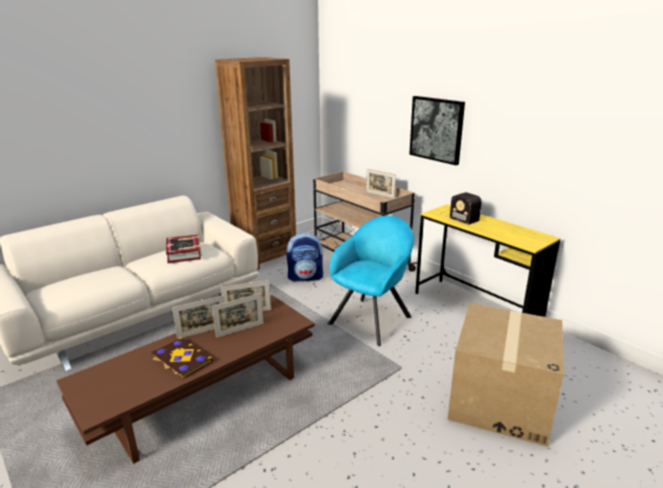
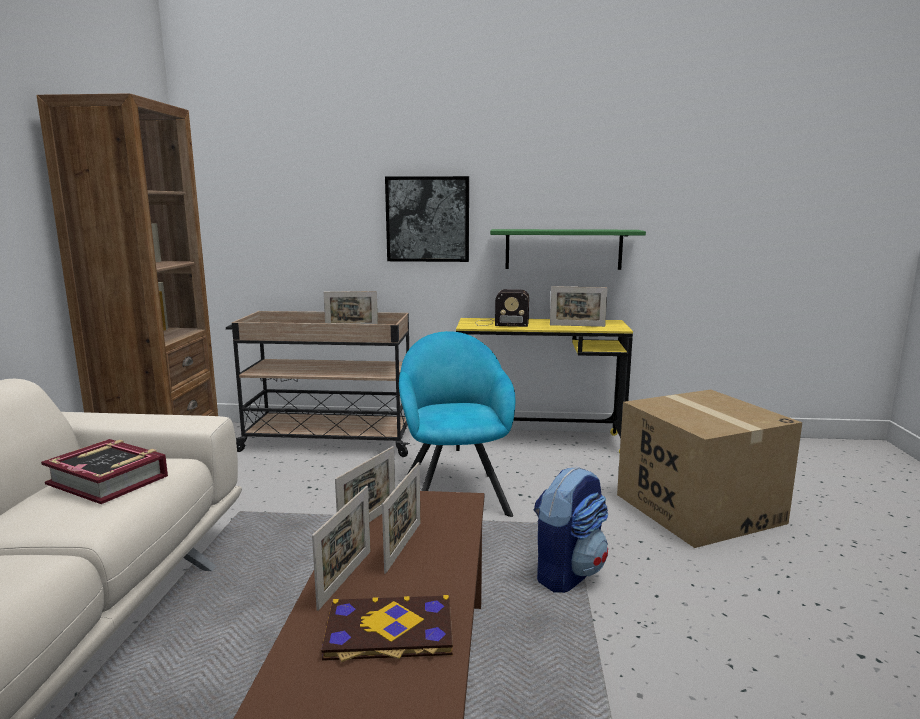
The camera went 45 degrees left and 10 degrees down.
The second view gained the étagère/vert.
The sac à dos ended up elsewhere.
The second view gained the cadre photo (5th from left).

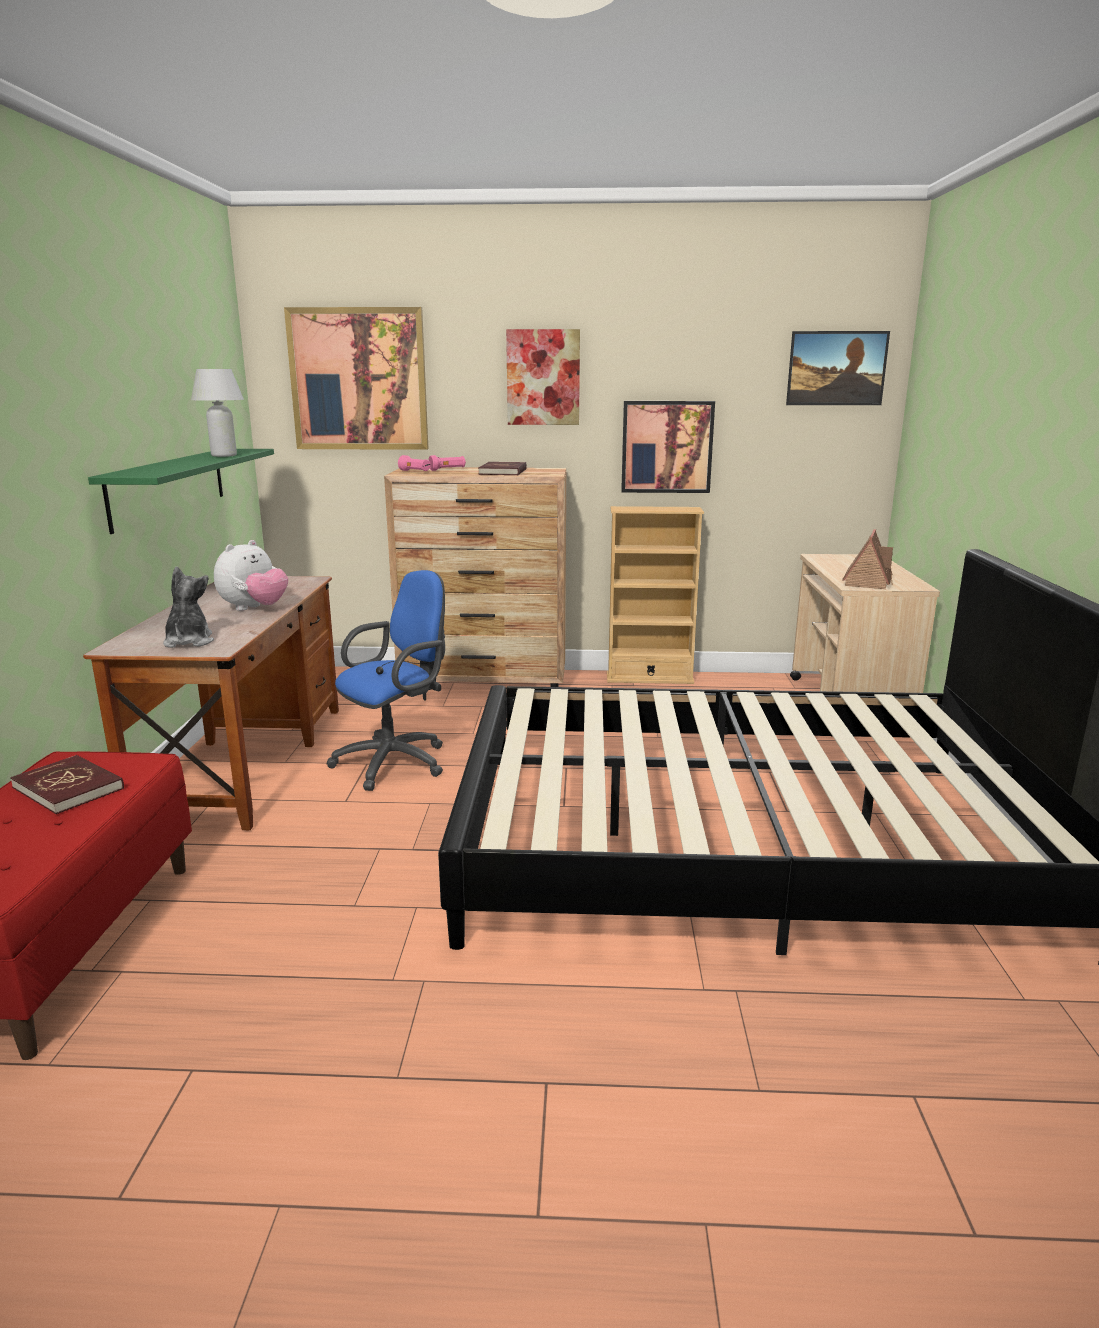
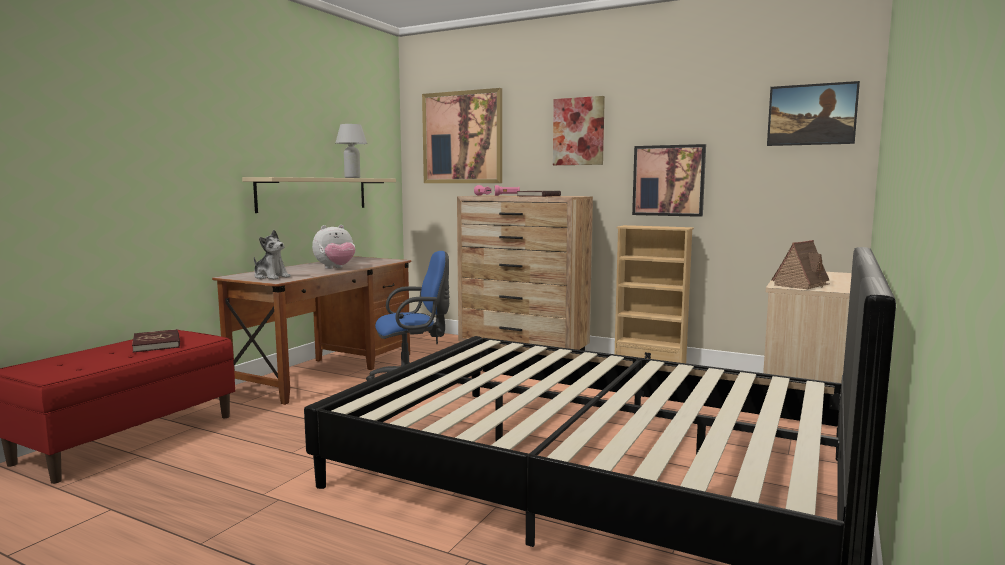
The camera went 25 degrees right and 10 degrees down.
What was the étagère/vert turned into the étagère/beige.
The peluche (1st from left) ended up facing another way, 105 degrees clockwise from before.

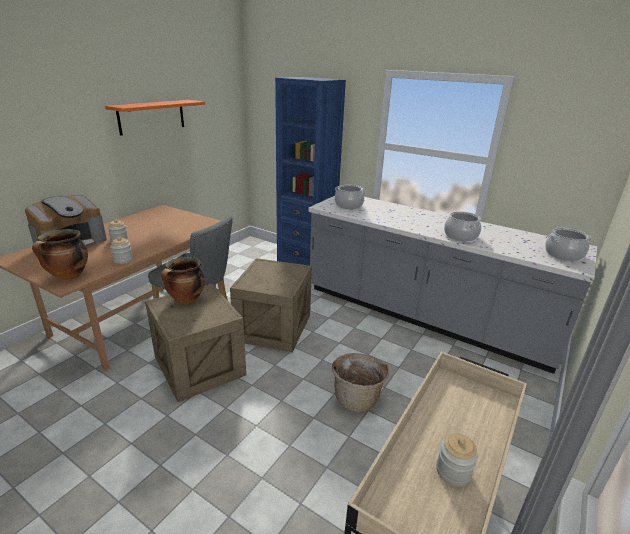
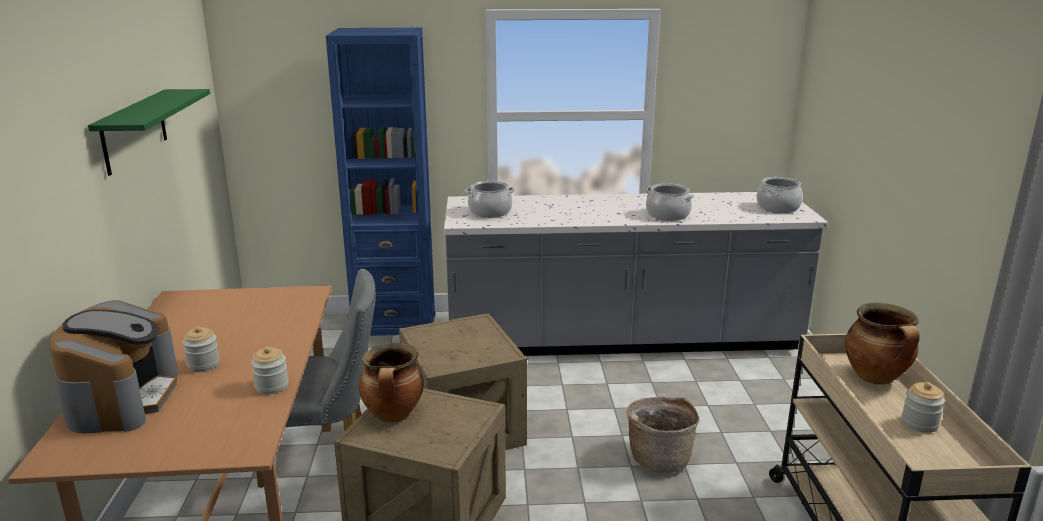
The camera went 35 degrees left and 5 degrees down.
What was the étagère/orange turned into the étagère/vert.
The marmite (1st from left in the first image) ended up elsewhere.

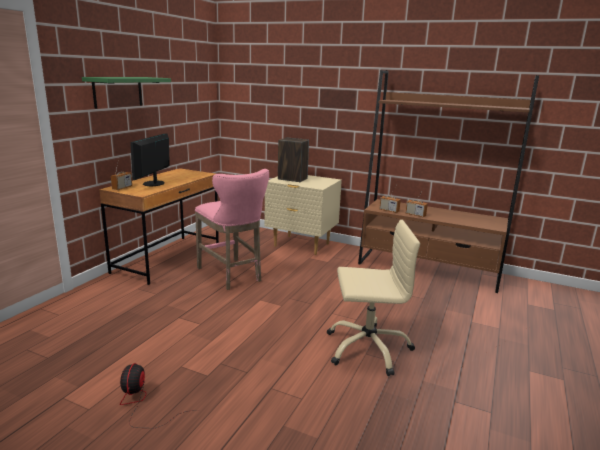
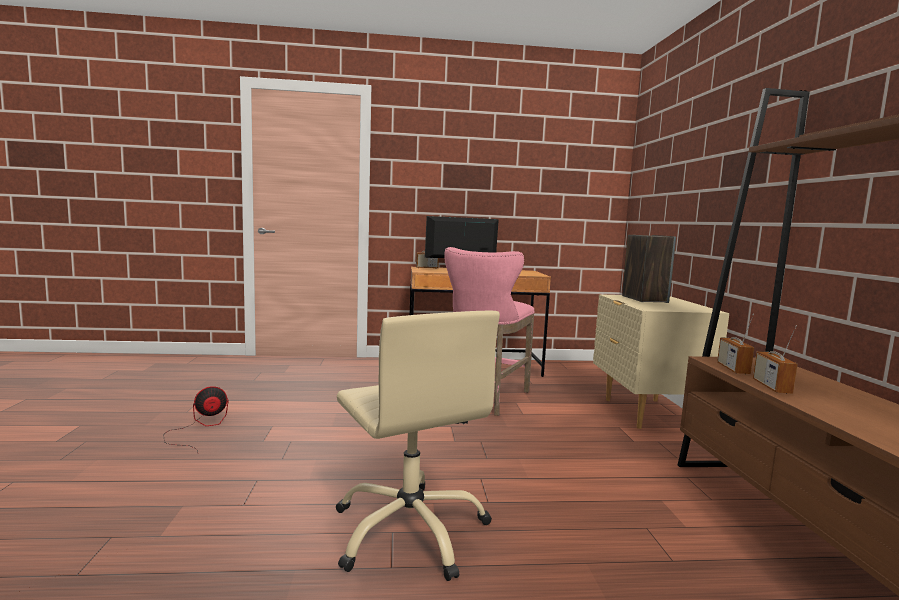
The camera went 60 degrees right and 10 degrees down.
The second view lost the étagère/vert.

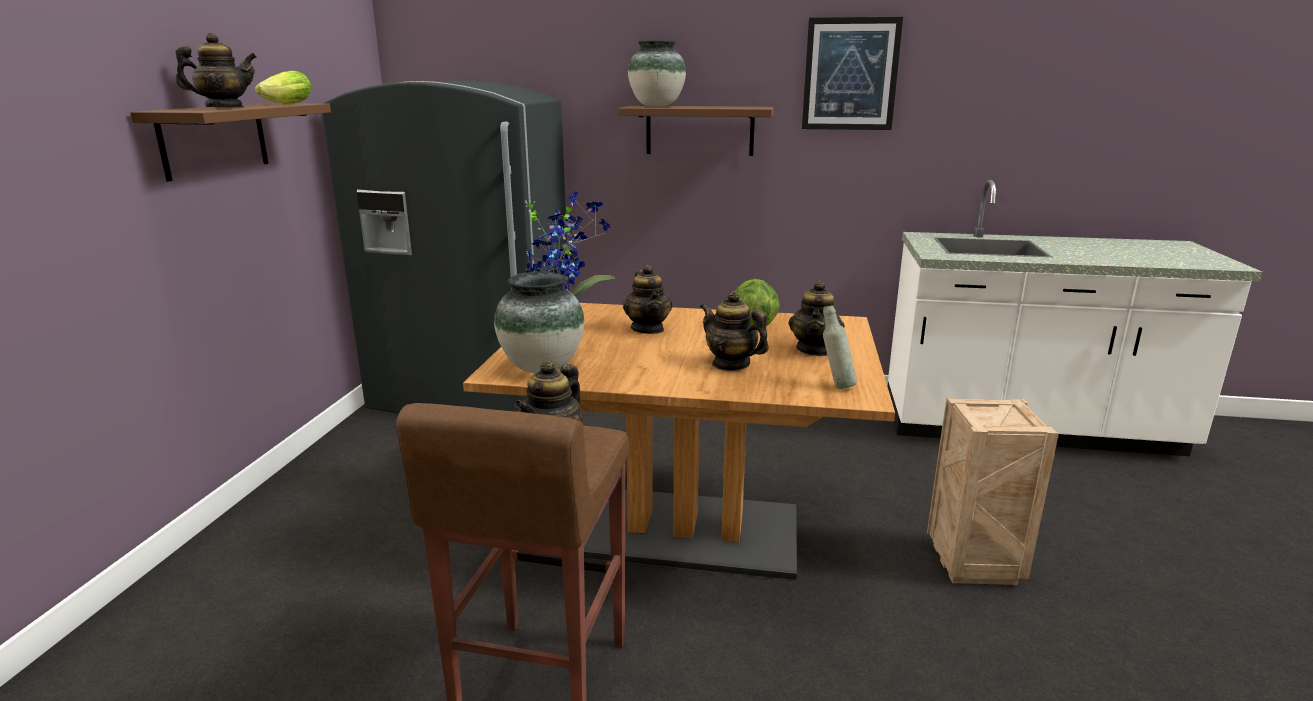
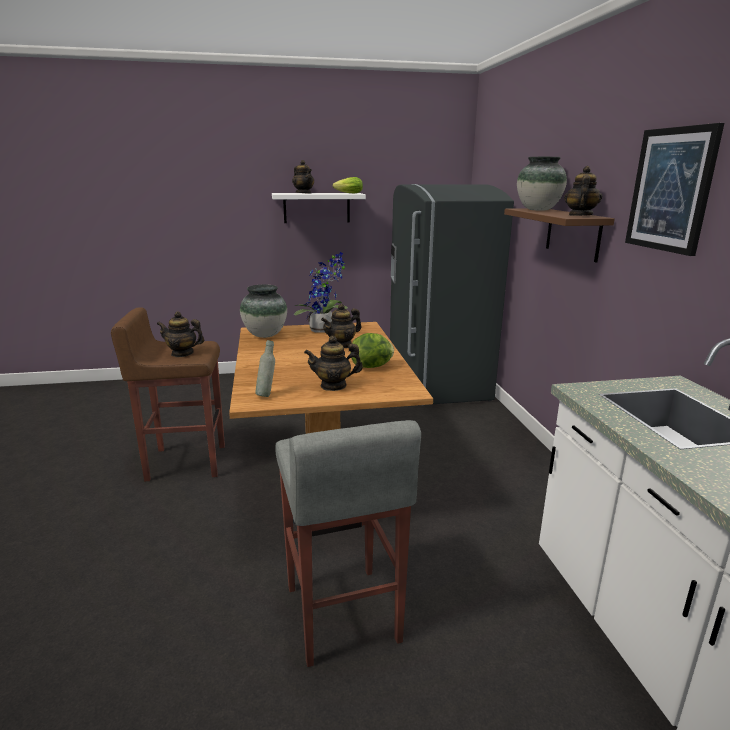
The camera went 70 degrees right and 0 degrees up.
What was the étagère/marron (1st from left) turned into the étagère/blanc.
Where the caisse stood, the tabouret/gris came to stand.
The théière (4th from left in the first image) ended up elsewhere.

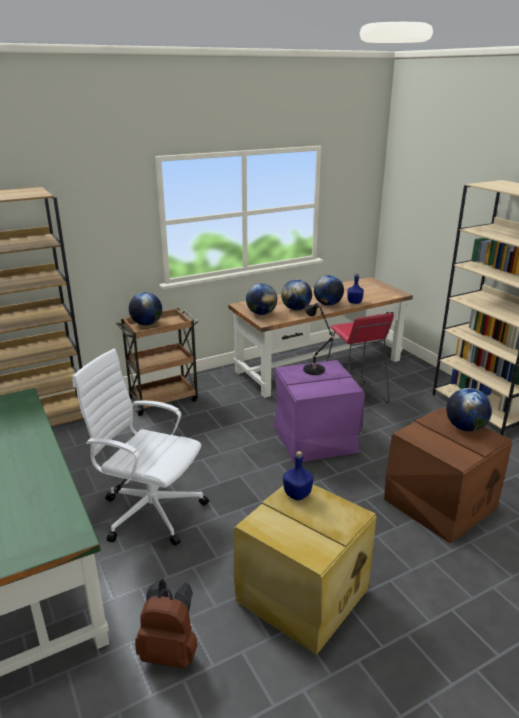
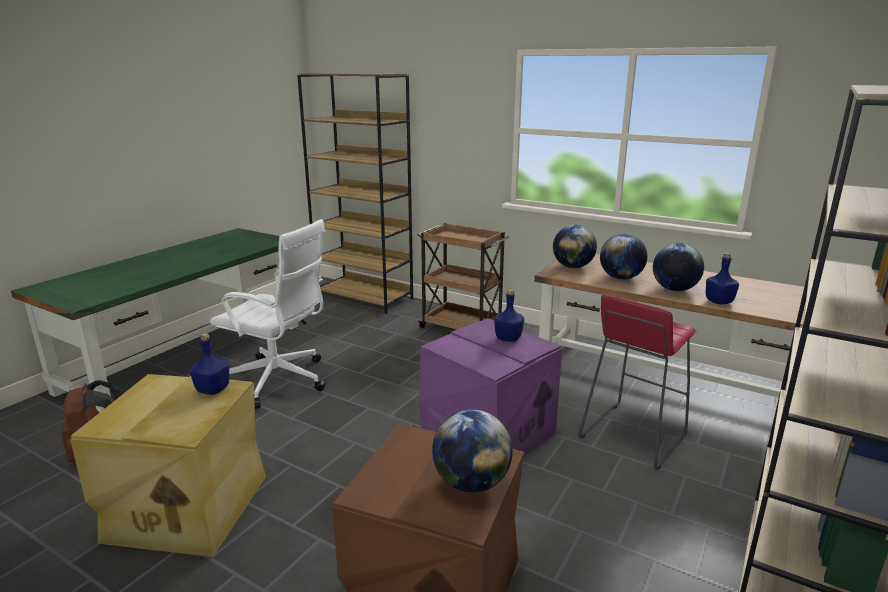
The camera went 60 degrees right and 5 degrees down.
The chaise de bureau/blanc ended up facing another way, 120 degrees clockwise from before.
Where the lampe de table/noir stood, the bouteille/bleu (2nd from left) came to stand.
The second view lost the globe (1st from left).

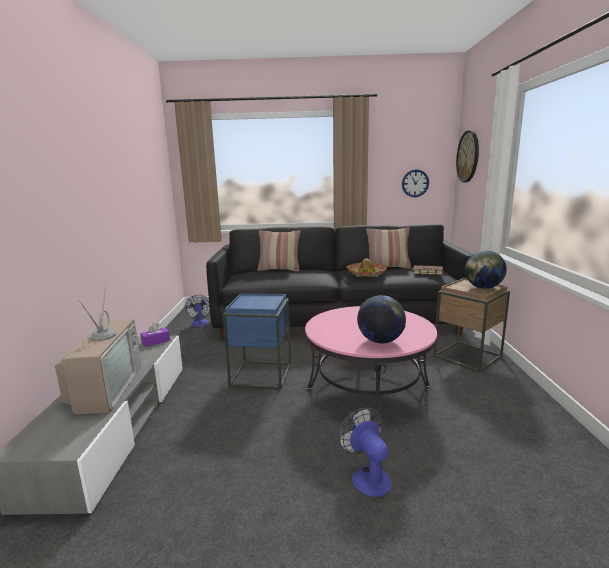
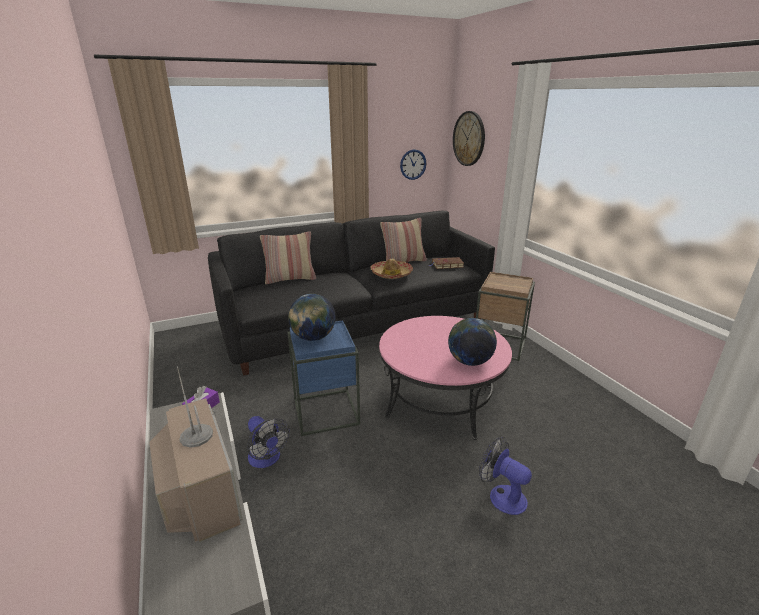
The camera went 25 degrees left and 10 degrees up.
The ventilateur (1st from left) ended up elsewhere.
The globe (2nd from left in the first image) ended up elsewhere.

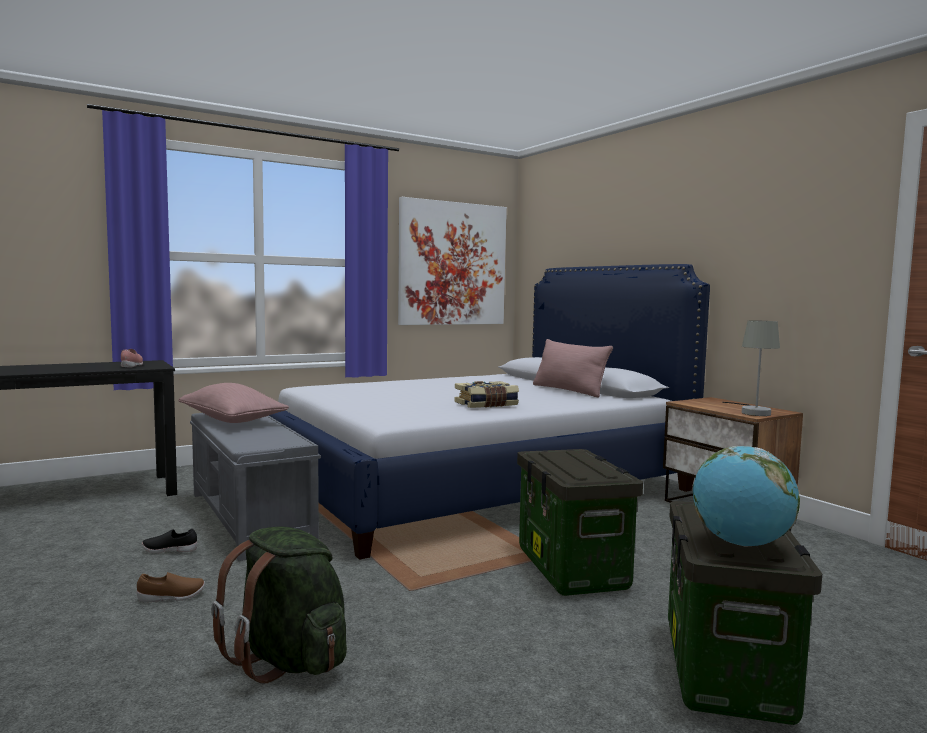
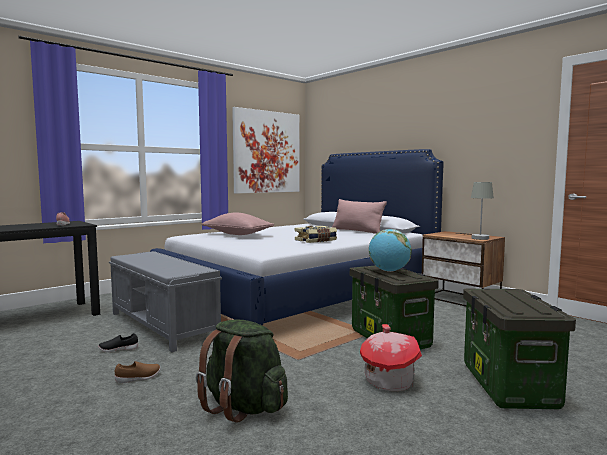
The camera went 10 degrees left and 0 degrees up.
The coussin/rose (1st from left) ended up elsewhere.
The second view gained the maison miniature.
The globe ended up elsewhere.

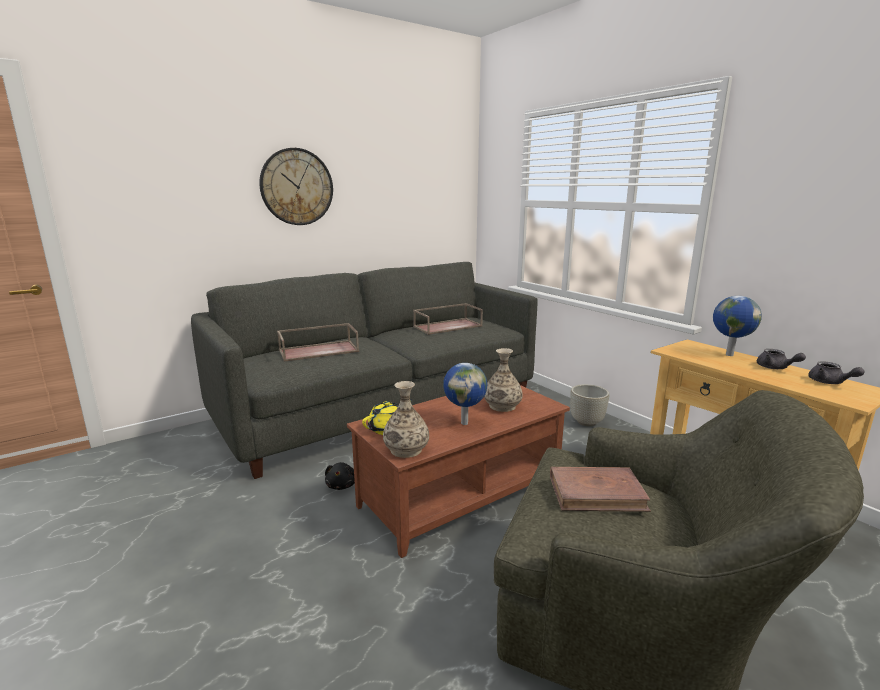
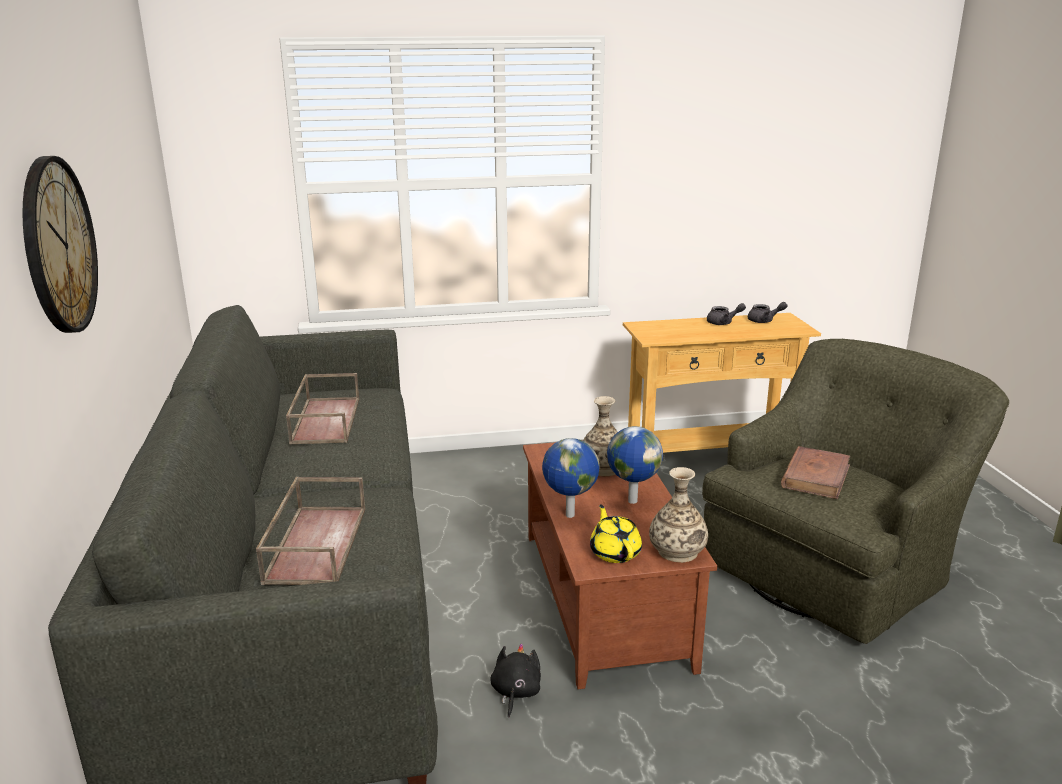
The camera went 65 degrees left and 5 degrees up.
The peluche/noir ended up facing another way, 105 degrees counterclockwise from before.
The globe (2nd from left in the first image) ended up elsewhere.
The second view lost the cache-pot/gris.

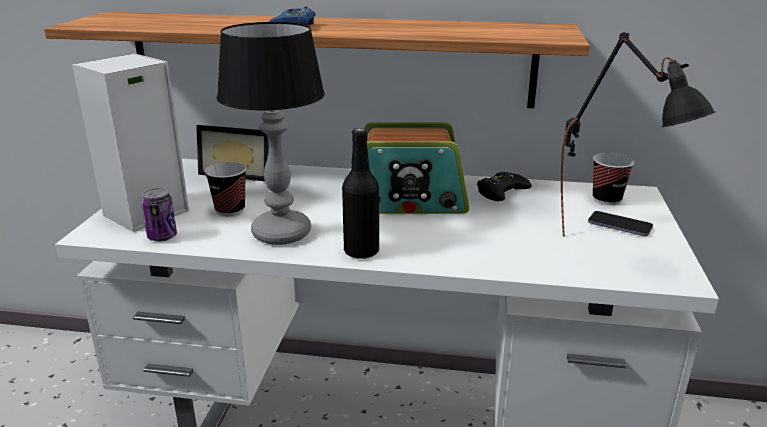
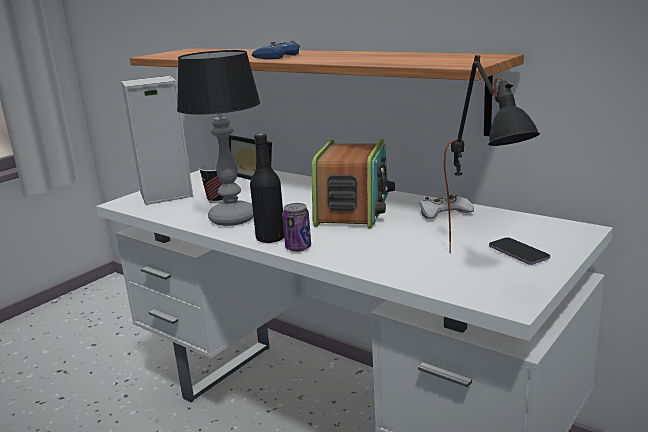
The camera went 30 degrees right and 5 degrees down.
The boîte métallique ended up elsewhere.
The radio ended up facing another way, 105 degrees counterclockwise from before.
What was the manette/noir turned into the manette/blanc.
The second view lost the tasse (2nd from left).

